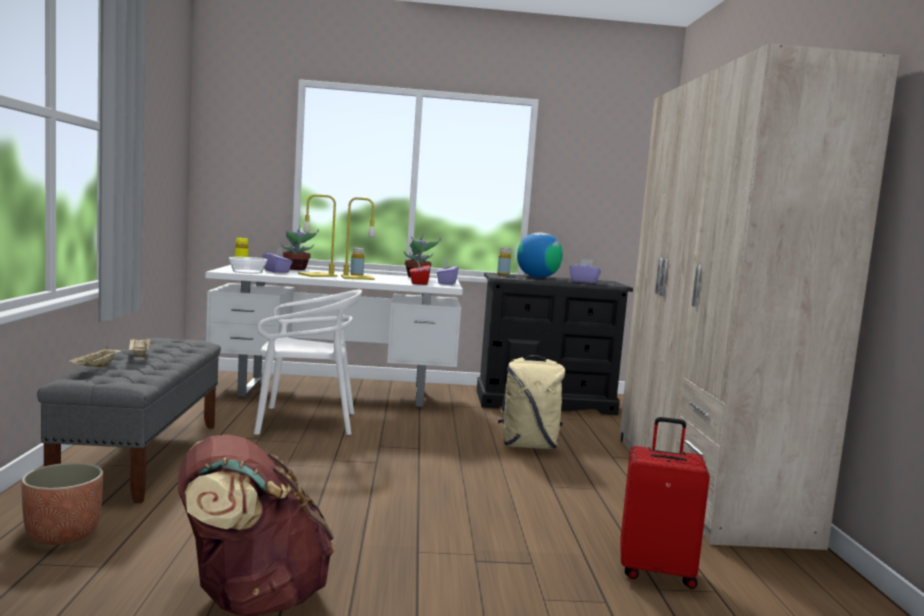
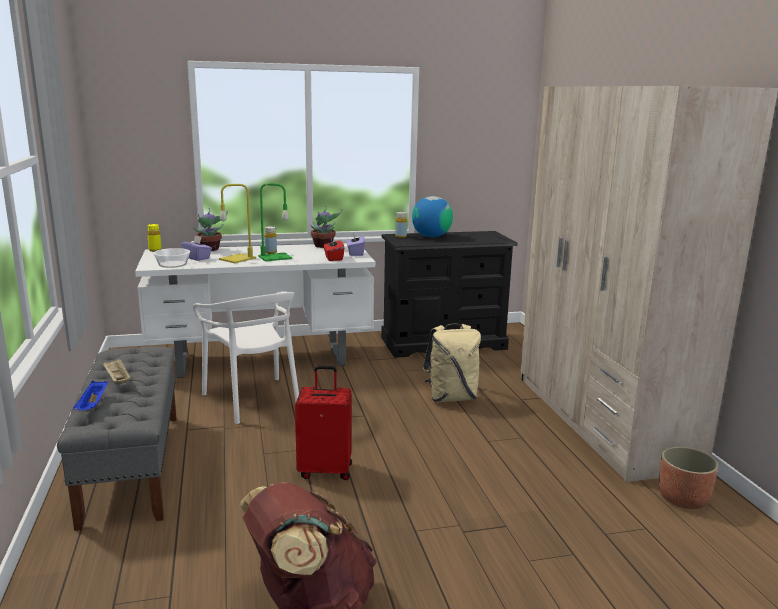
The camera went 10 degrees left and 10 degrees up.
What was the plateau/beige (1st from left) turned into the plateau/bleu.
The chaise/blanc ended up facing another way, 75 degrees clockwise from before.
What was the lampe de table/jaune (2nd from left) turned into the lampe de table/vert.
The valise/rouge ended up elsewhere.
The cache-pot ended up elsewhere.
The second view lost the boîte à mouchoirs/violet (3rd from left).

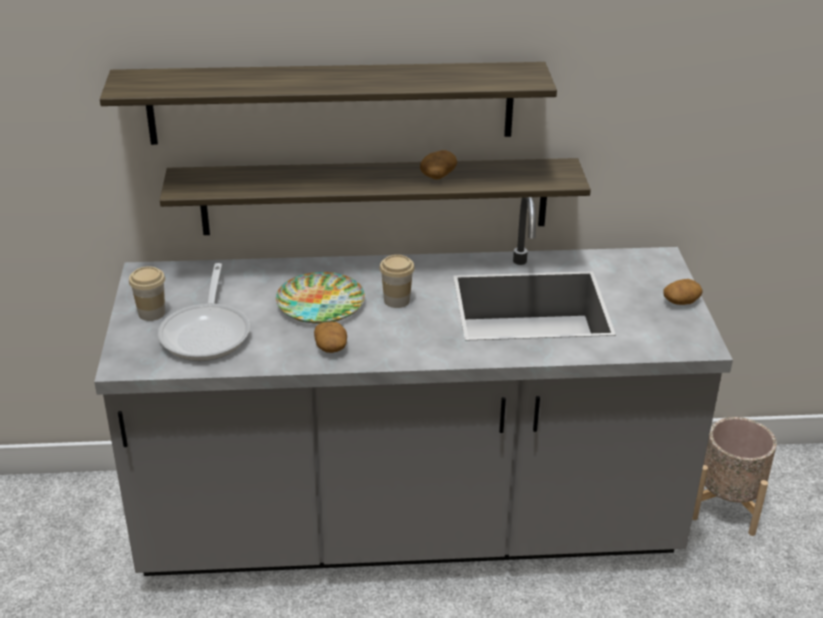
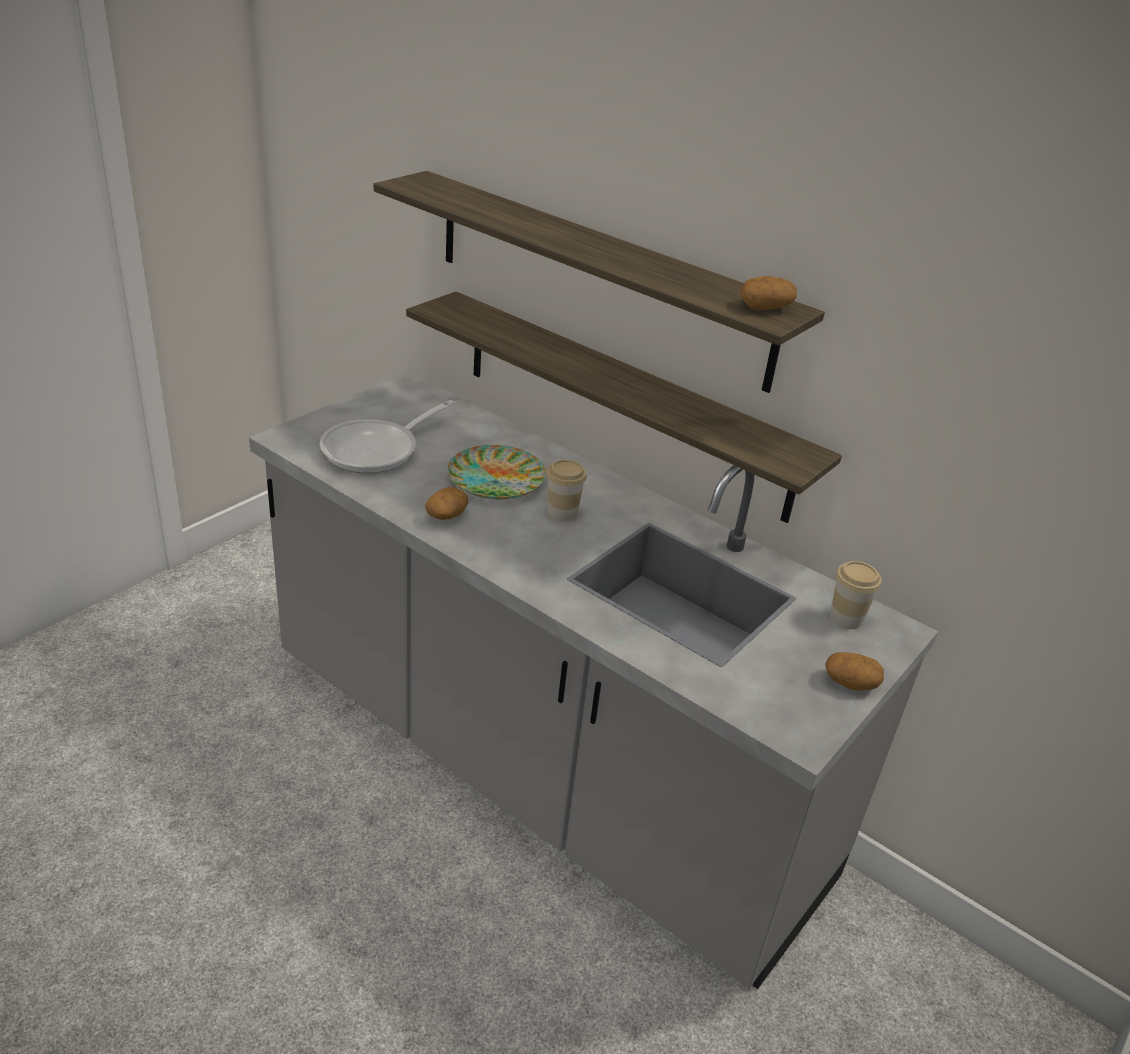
The camera went 40 degrees right and 0 degrees up.
The pomme de terre (2nd from left) ended up elsewhere.
The tasse (1st from left in the first image) ended up elsewhere.
The second view lost the cache-pot/beige.

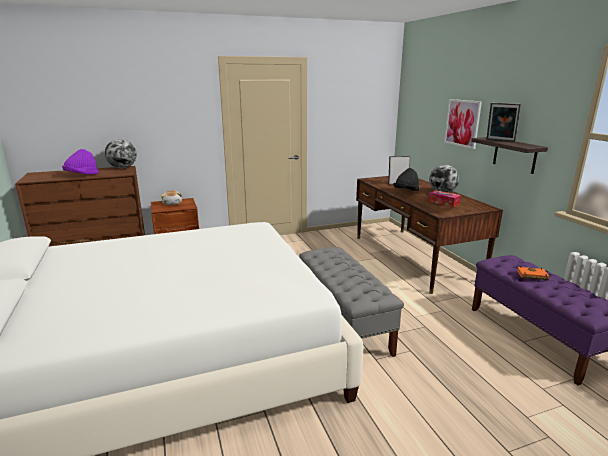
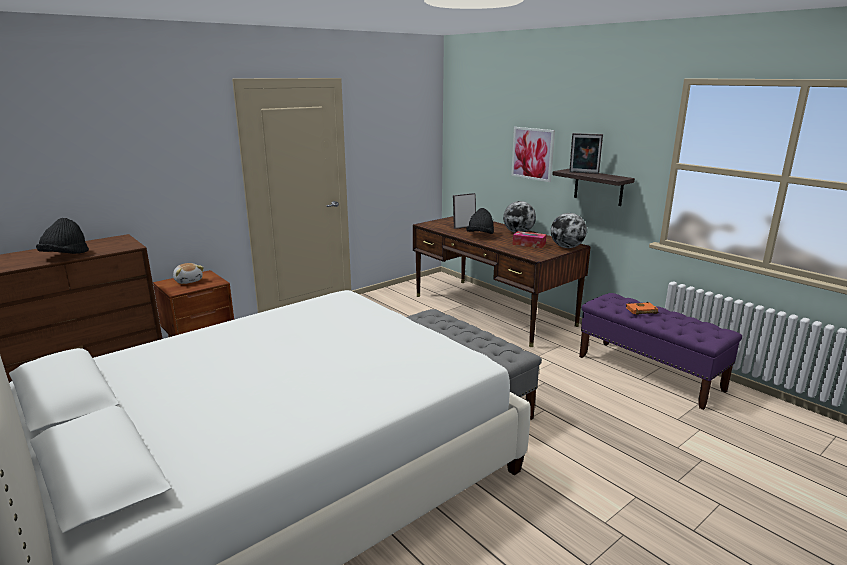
The camera went 20 degrees left and 0 degrees up.
What was the chapeau/violet turned into the chapeau/noir (1st from left).
The globe (1st from left in the first image) ended up elsewhere.

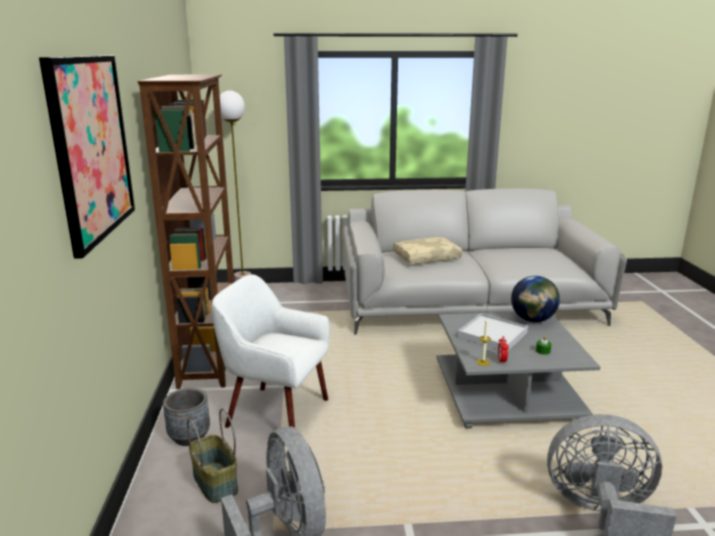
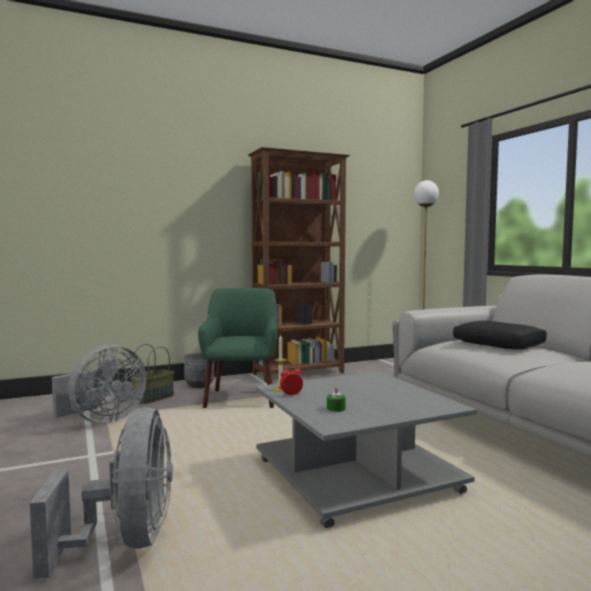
The camera went 70 degrees right and 15 degrees down.
What was the fauteuil/blanc turned into the fauteuil/vert.
What was the coussin/beige turned into the coussin/noir.
The second view lost the tableau.
The second view lost the plateau/blanc.
The second view lost the globe.

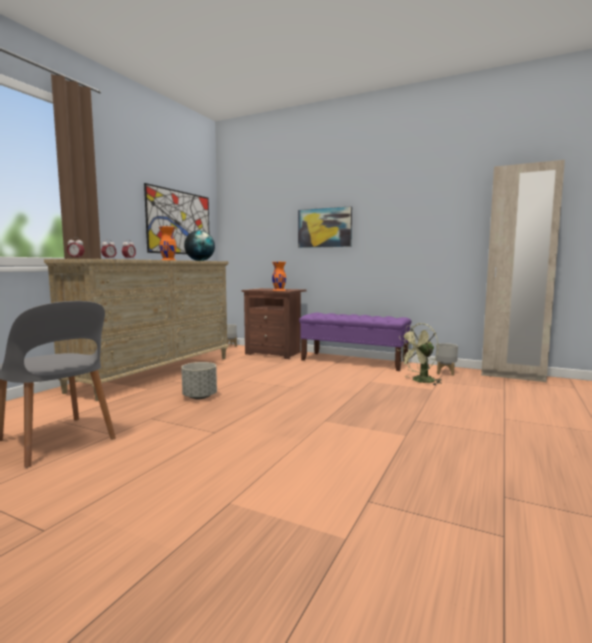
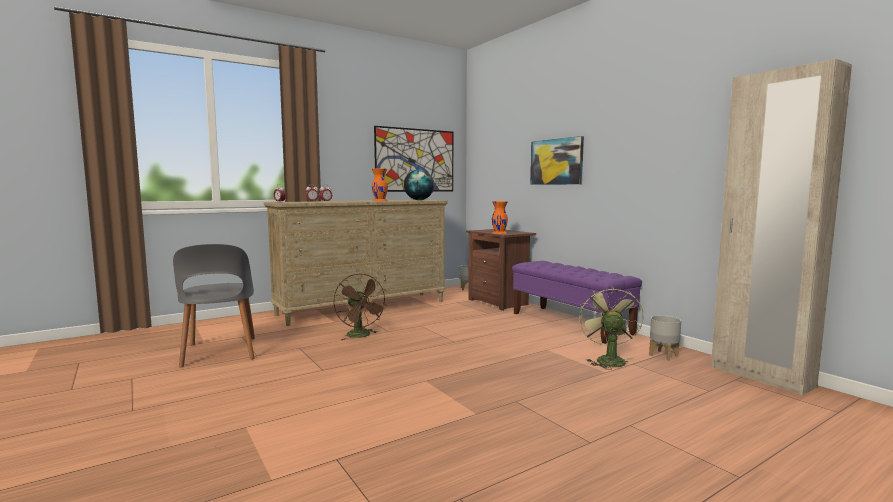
The camera went 30 degrees right and 0 degrees up.
Where the cache-pot/gris (1st from left) stood, the ventilateur/marron came to stand.
The ventilateur/vert ended up facing another way, 90 degrees clockwise from before.

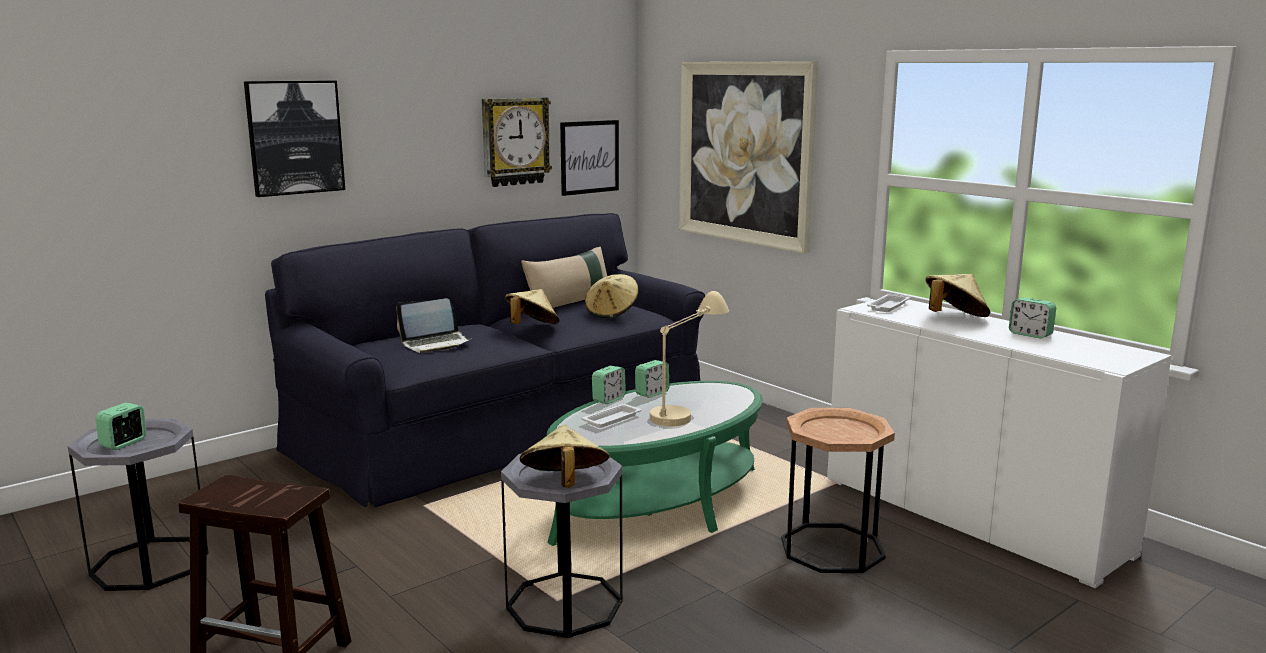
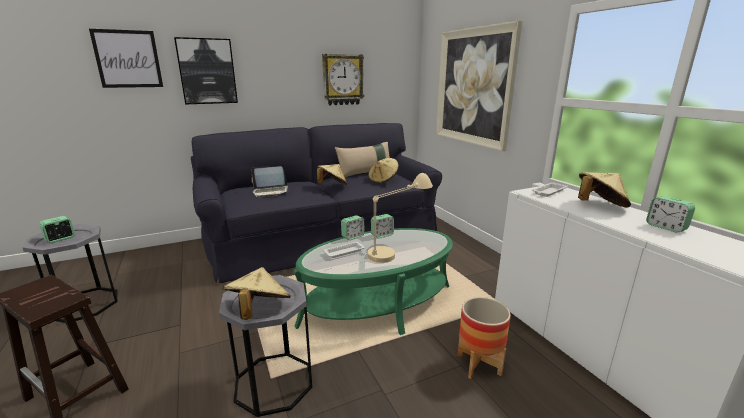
The camera went 15 degrees right and 5 degrees up.
The tableau (2nd from left in the first image) ended up elsewhere.
Where the table d'appoint/marron stood, the cache-pot came to stand.

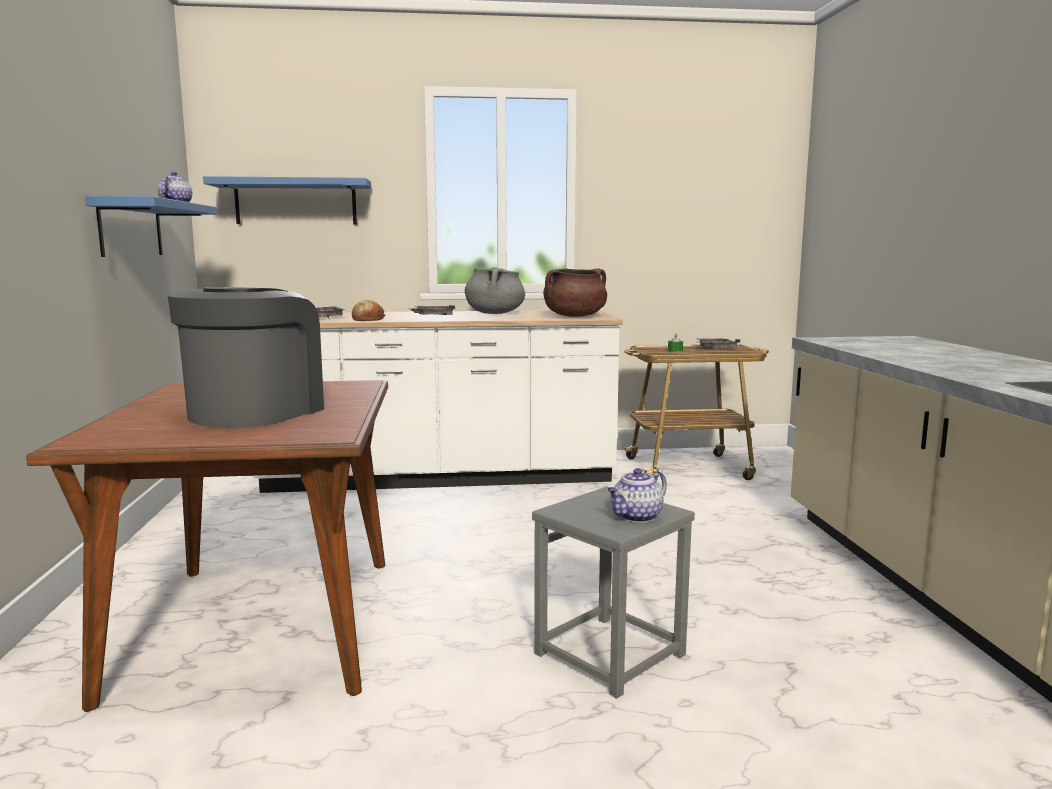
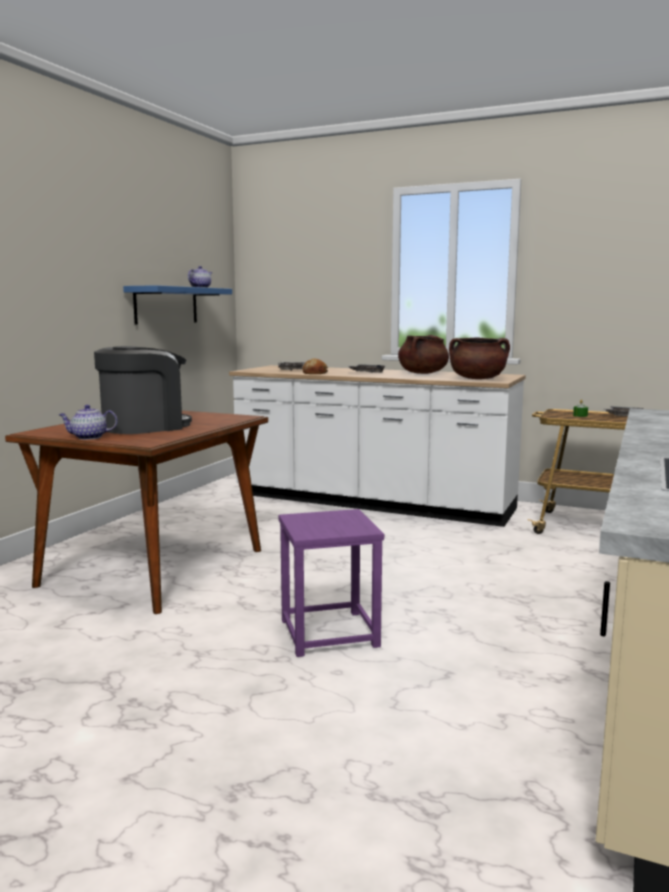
The camera went 30 degrees right and 0 degrees up.
The théière (2nd from left in the first image) ended up elsewhere.
What was the tabouret/gris turned into the tabouret/violet.
What was the marmite/gris turned into the marmite/marron (1st from left).
The second view lost the étagère/bleu (2nd from left).

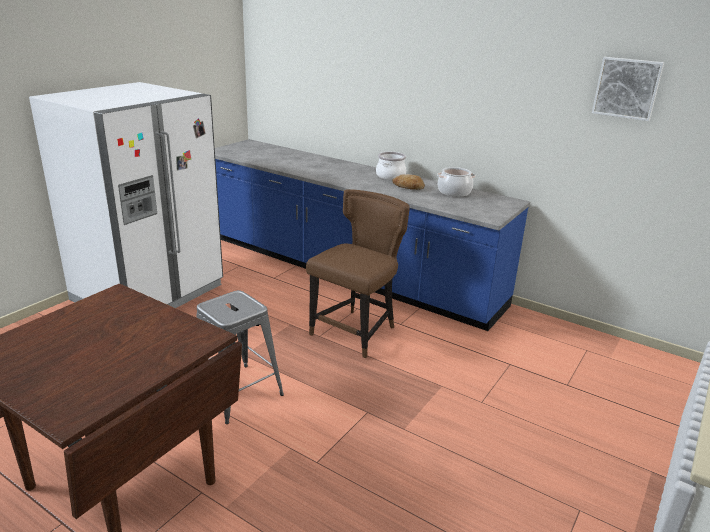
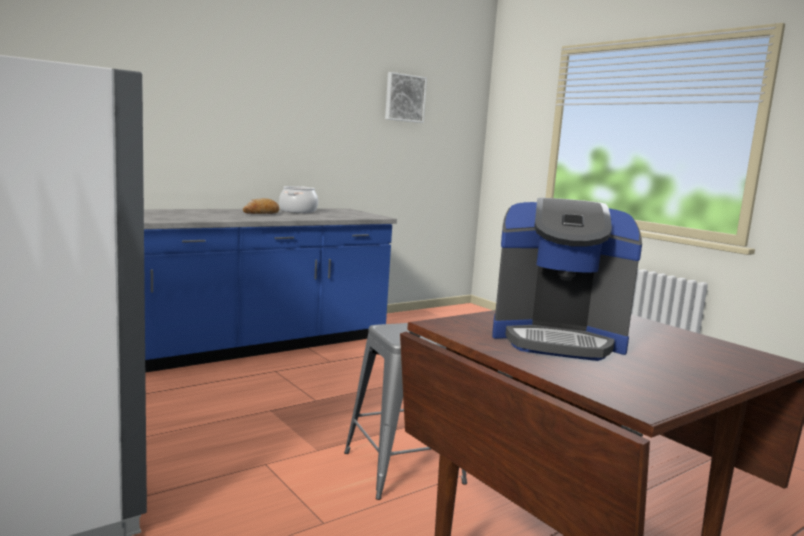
The camera went 70 degrees left and 15 degrees down.
The second view gained the machine à café.
The second view lost the chaise/marron.
The second view lost the marmite (1st from left).

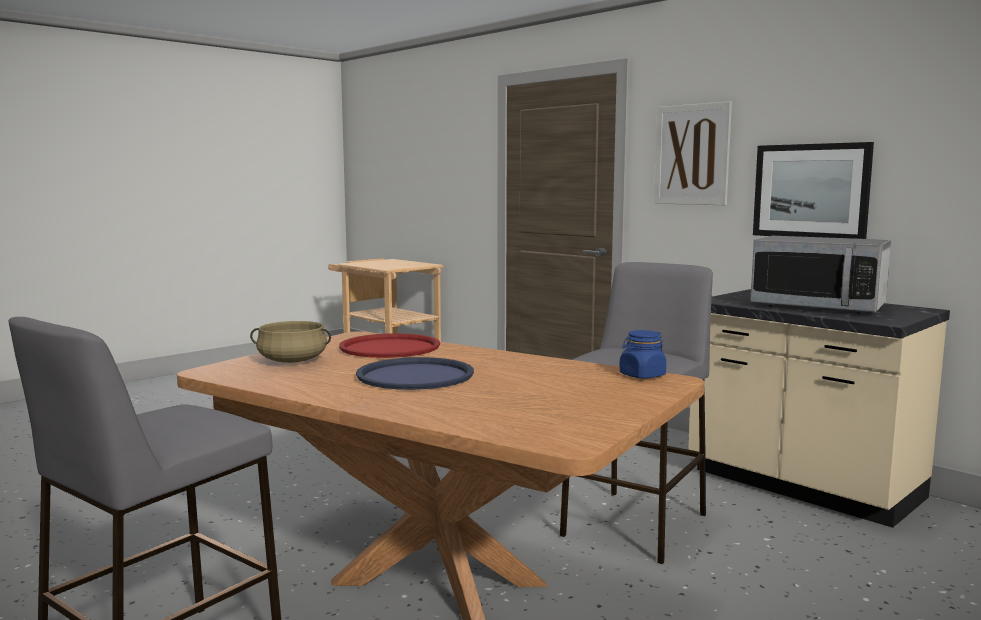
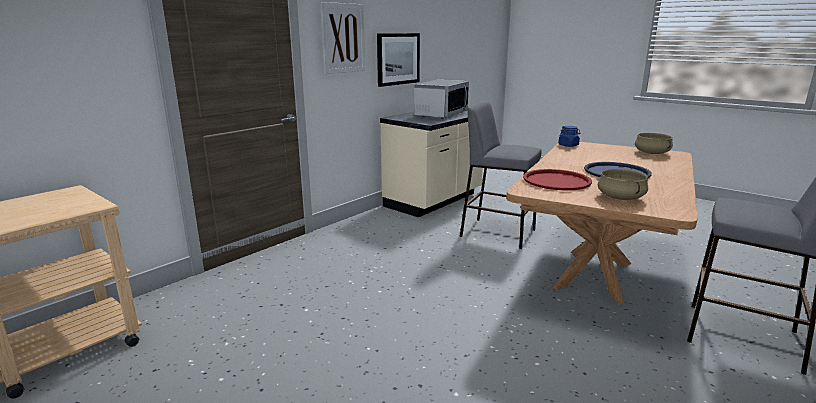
The camera went 95 degrees left and 10 degrees up.
The second view gained the marmite/beige (2nd from left).

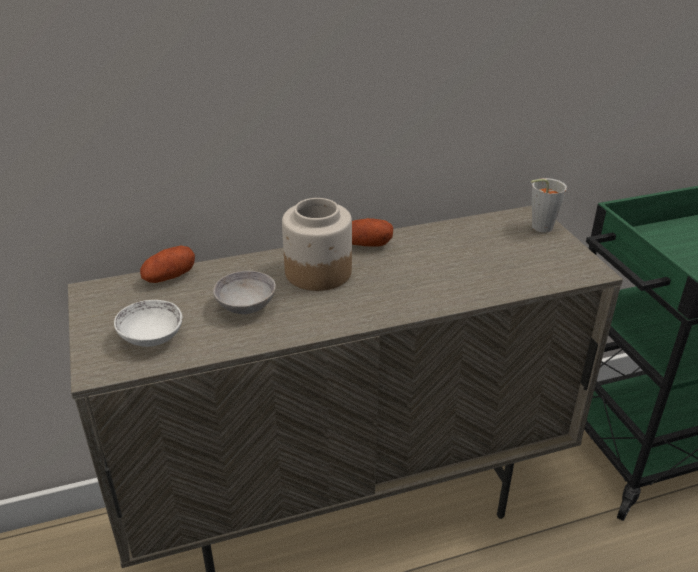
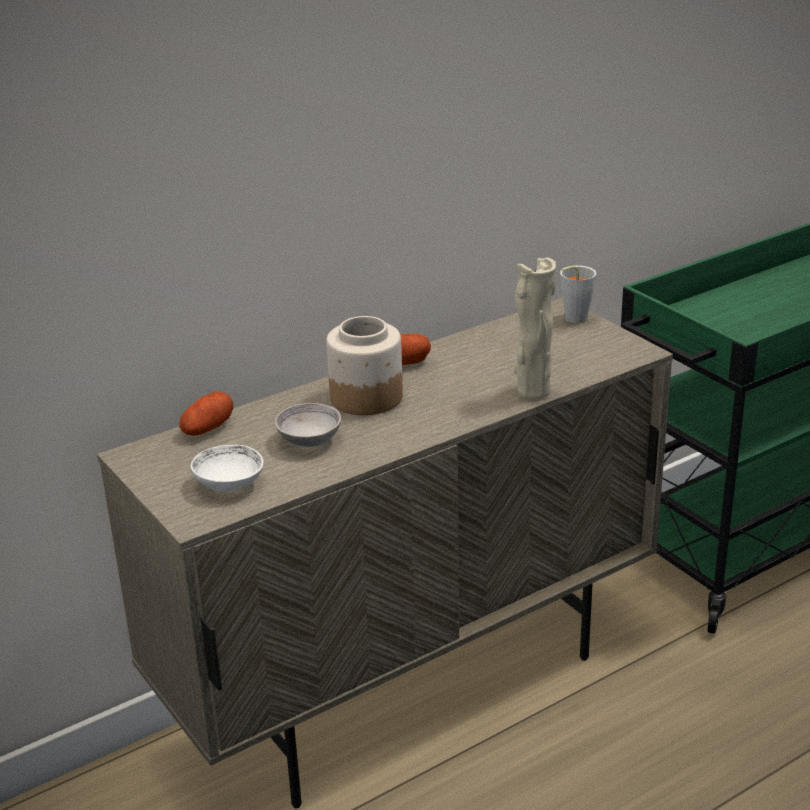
The camera went 15 degrees left and 5 degrees down.
The second view gained the vase/beige.

